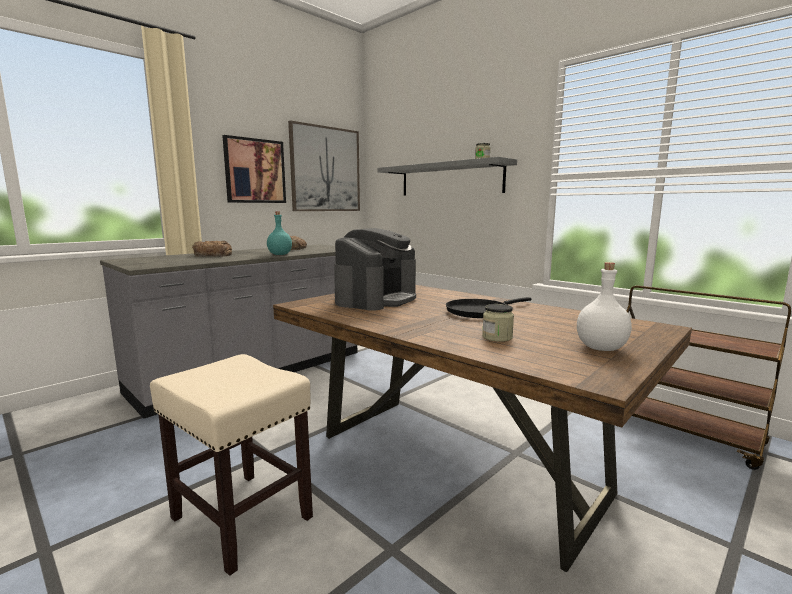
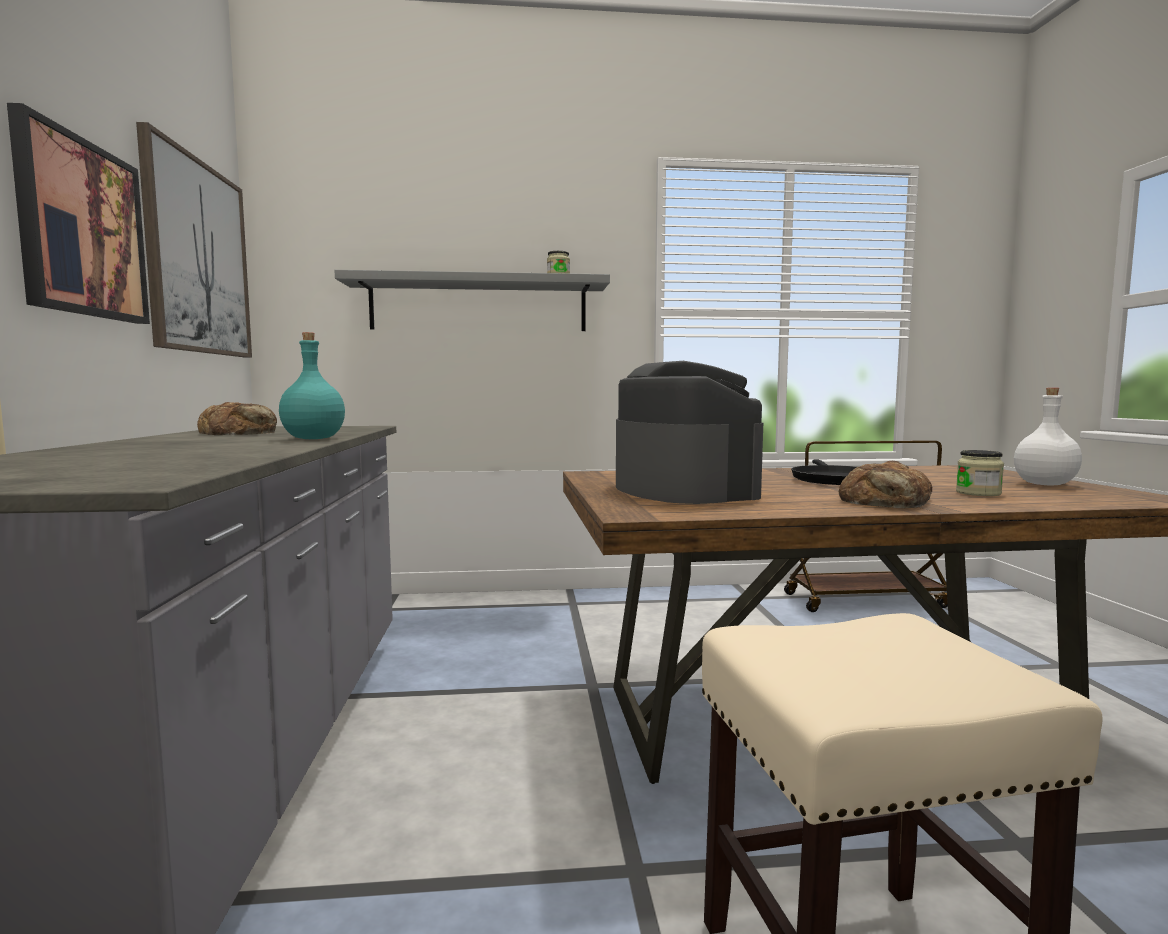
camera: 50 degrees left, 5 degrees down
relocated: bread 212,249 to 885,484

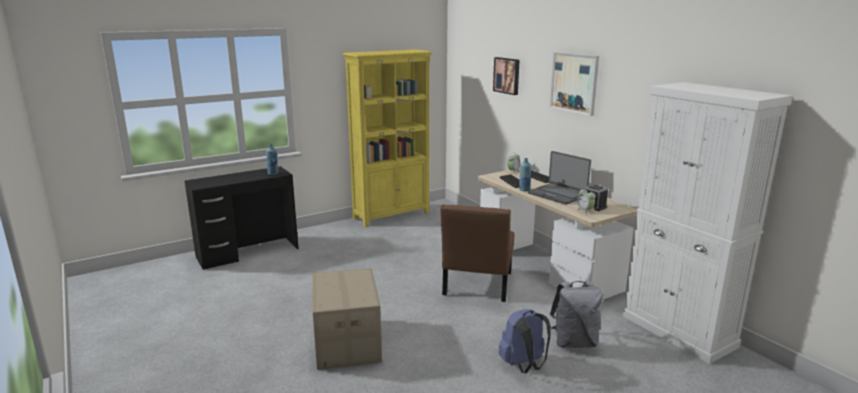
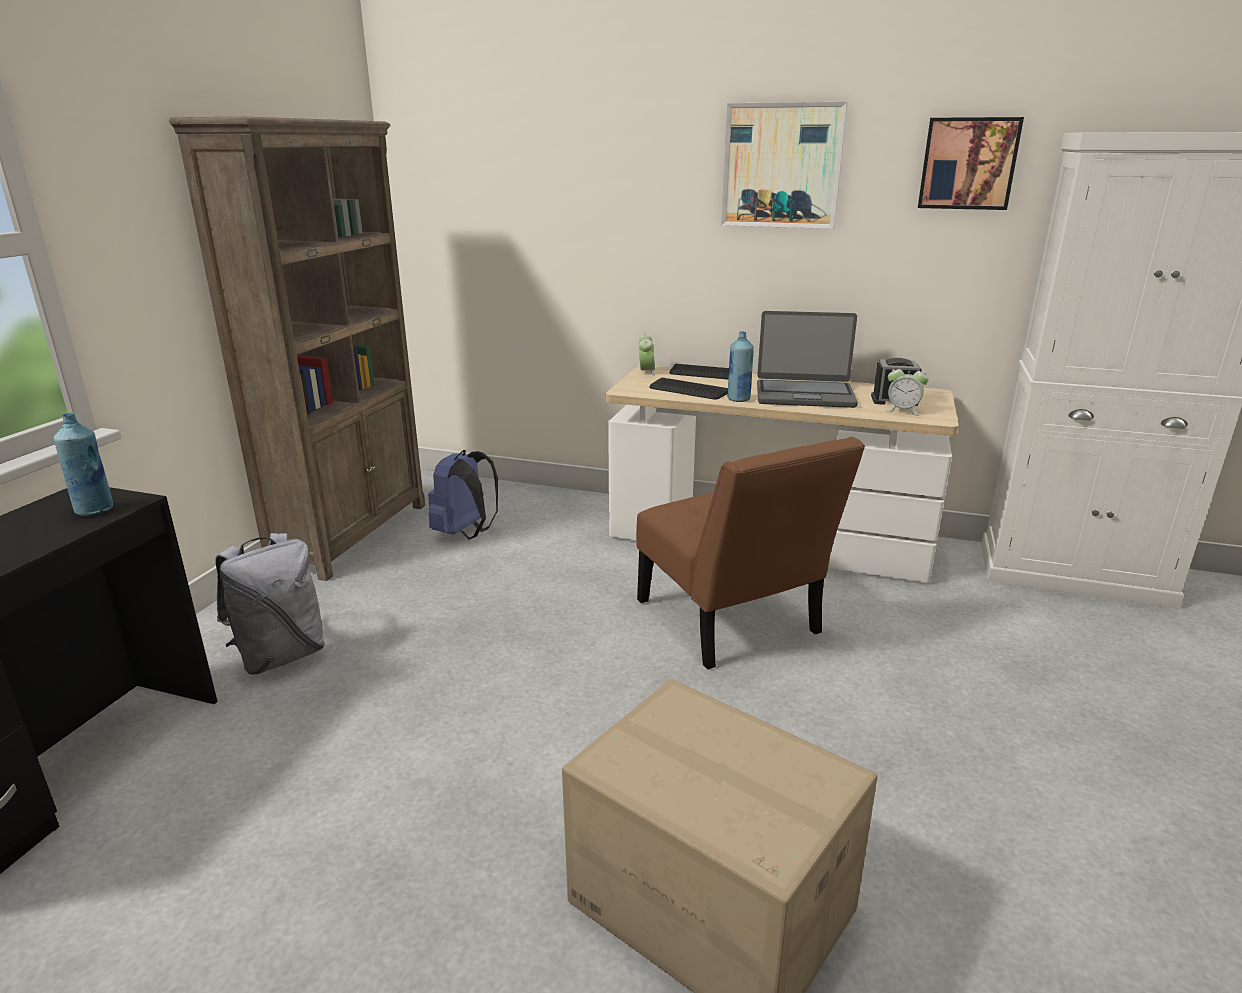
camera: 40 degrees left, 5 degrees up
relocated: picture 506,76 to 971,163; grey backpack 576,314 to 270,604; blue backpack 524,341 to 463,495
colour: yellow bookcase 387,138 to brown bookcase 297,349

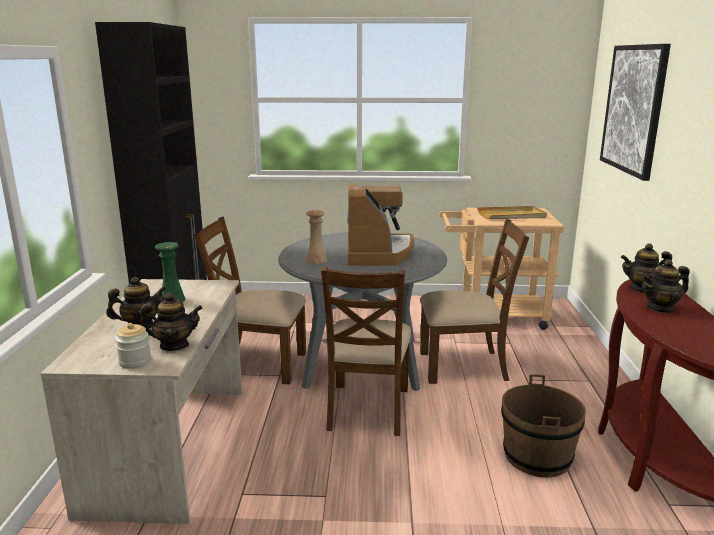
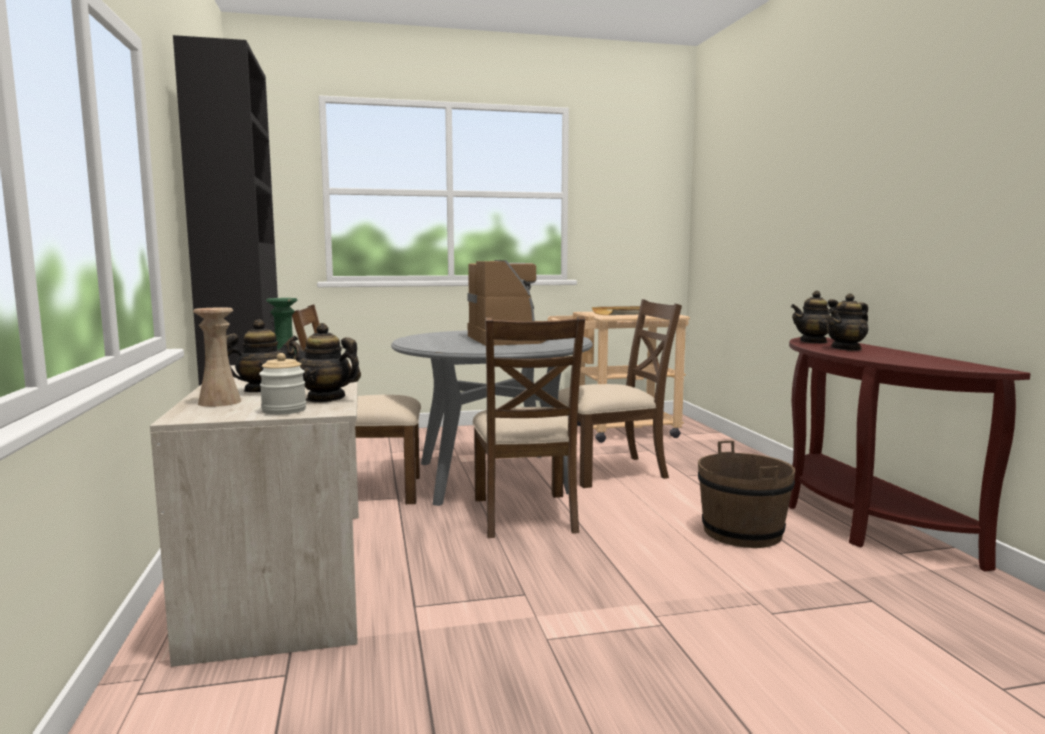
camera: 15 degrees left, 10 degrees down
missing: picture 635,112
relocated: beige vase 316,237 to 217,357
spun: teapot 171,322 = 325,363 135 degrees counterclockwise

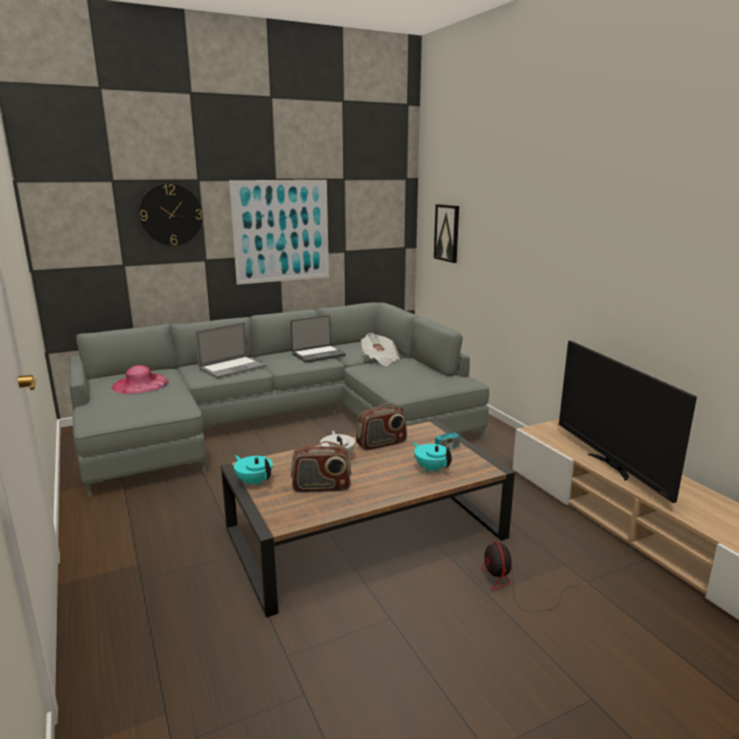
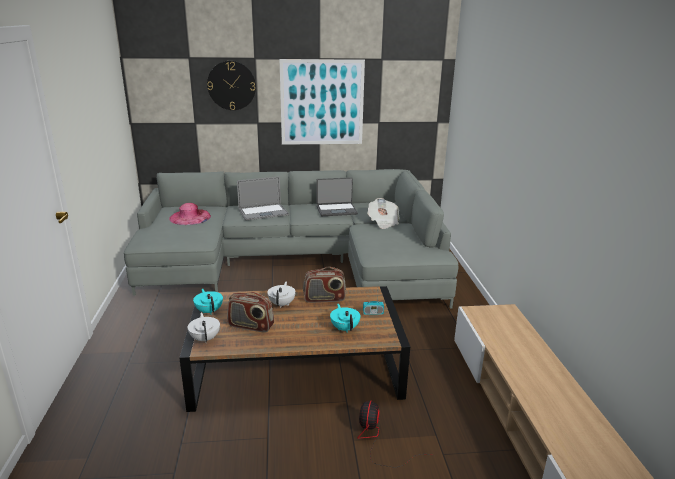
camera: 20 degrees right, 5 degrees up
missing: picture 446,233; television 628,422
appeared: white teapot 204,327

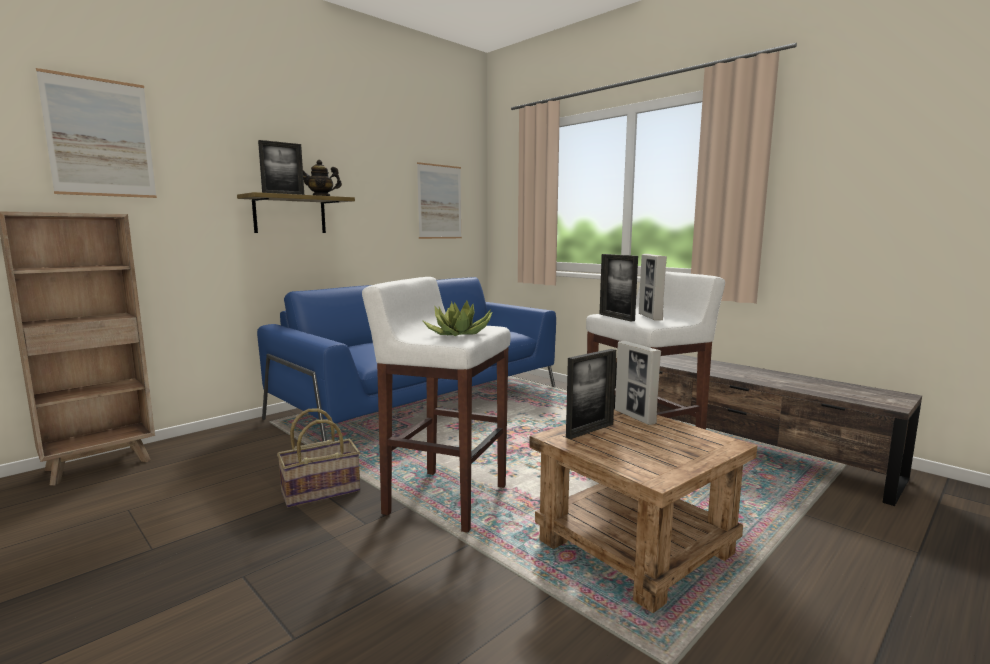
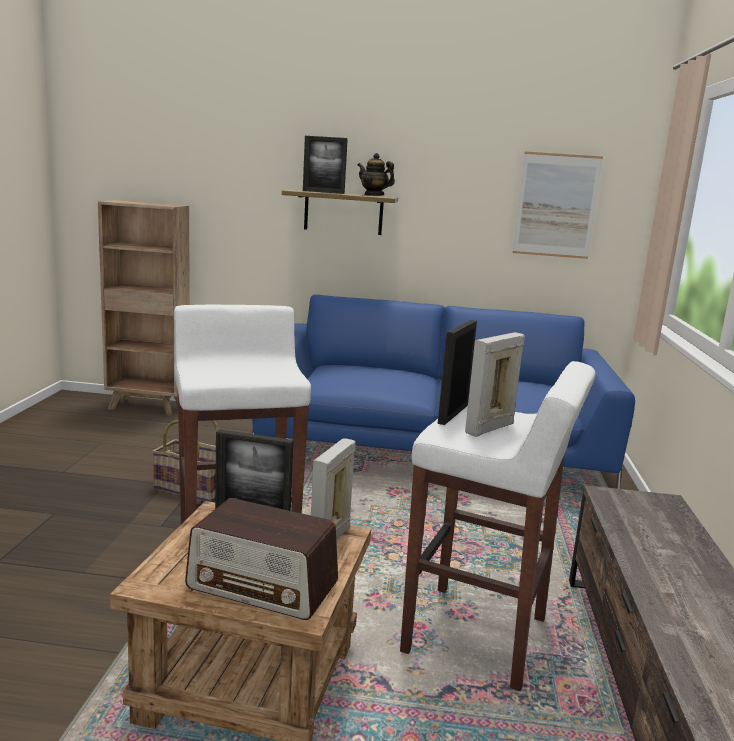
camera: 50 degrees right, 5 degrees up
missing: picture 96,133; potted plant 457,318
appeared: radio 261,559

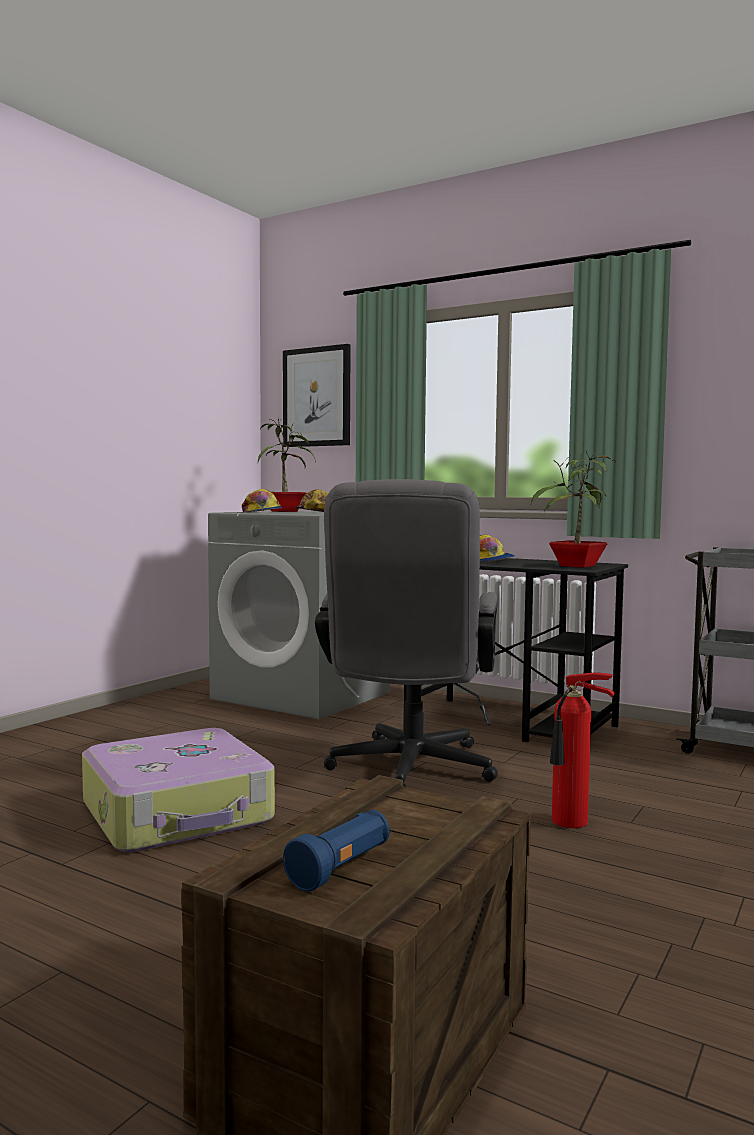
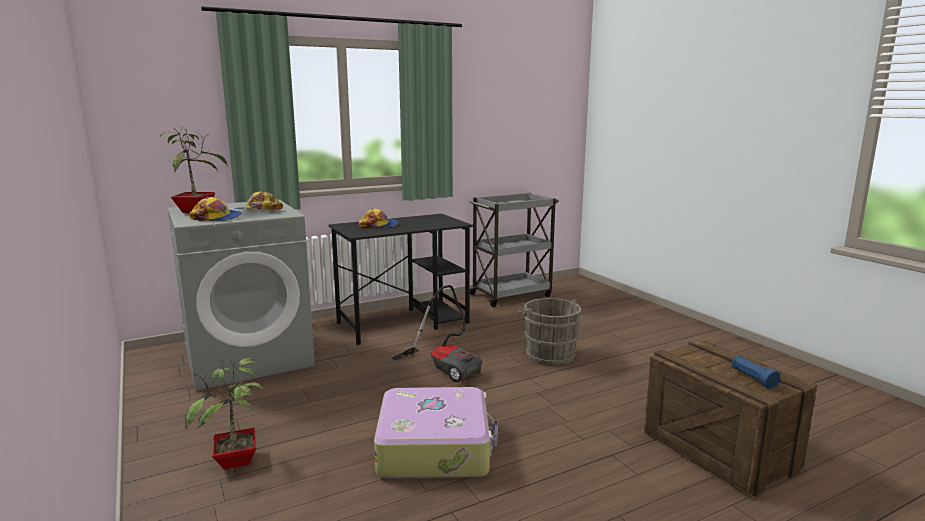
camera: 60 degrees left, 10 degrees up
missing: picture 317,395
relocated: potted plant 573,509 to 224,412
exchanged: grey office chair 406,633 to vacuum cleaner 437,333; fire extinguisher 582,750 to grey bucket 549,332

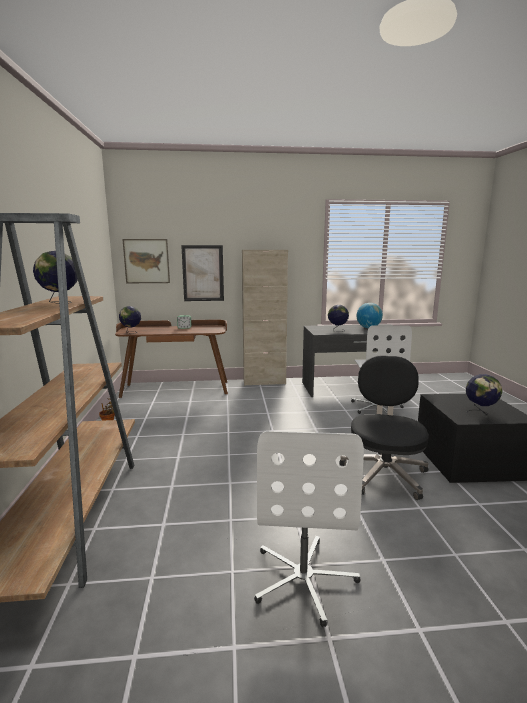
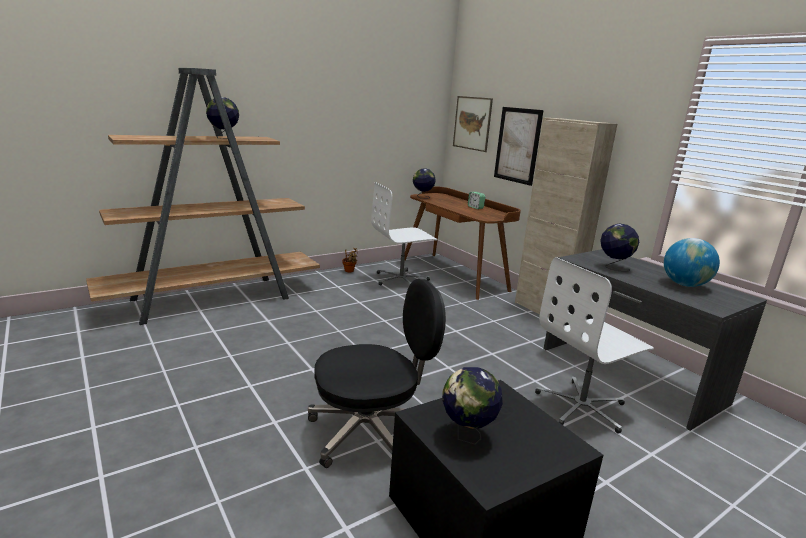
camera: 60 degrees right, 5 degrees up
relocated: white office chair 309,529 to 404,234

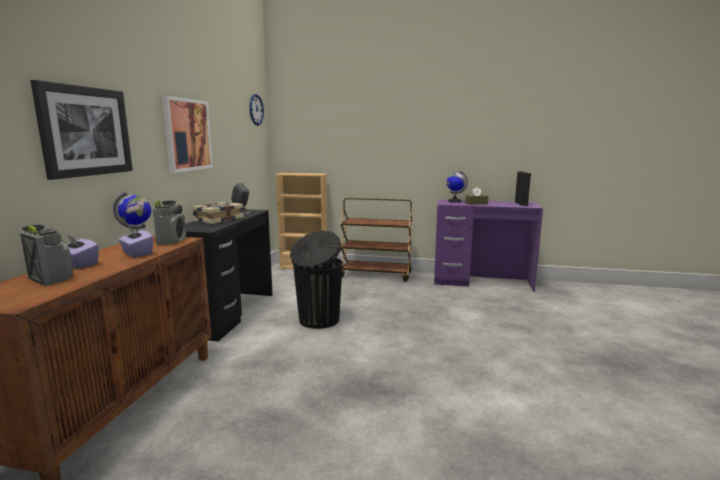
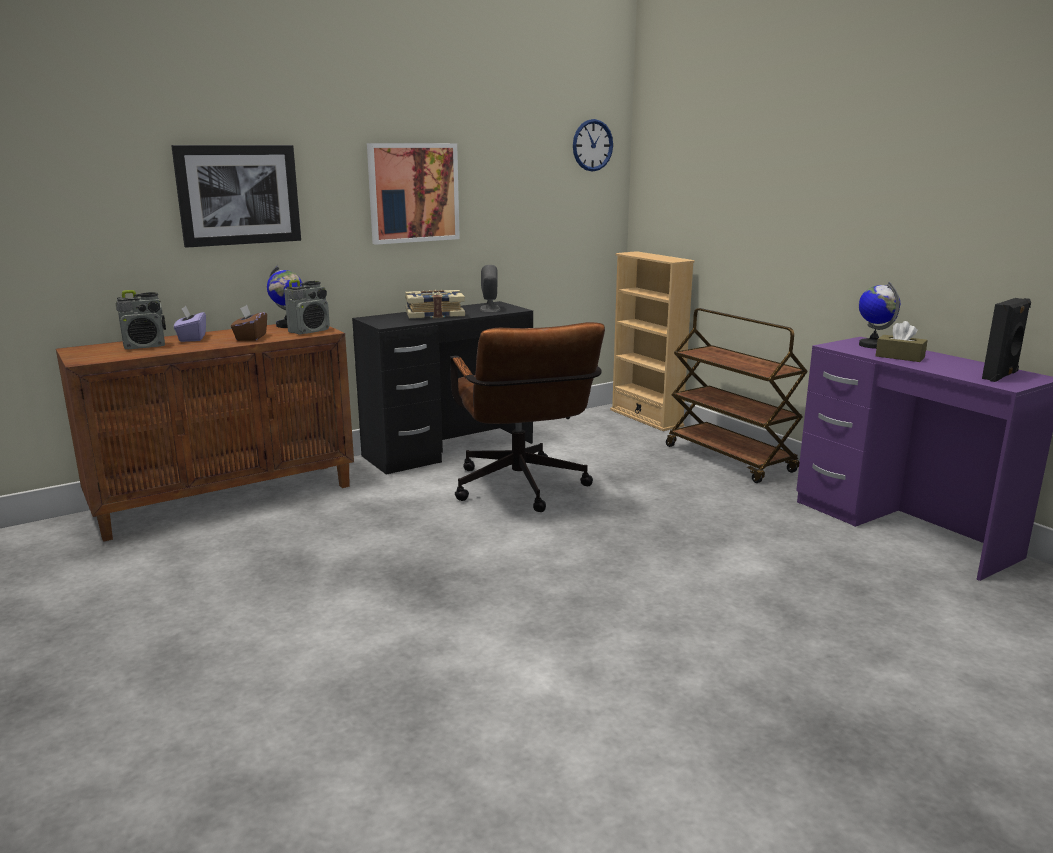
camera: 45 degrees right, 5 degrees up
exchanged: black trash can 316,279 to brown office chair 527,417
colour: purple tissue box 135,241 to brown tissue box 249,323
spun: radio 46,255 = 140,319 75 degrees clockwise

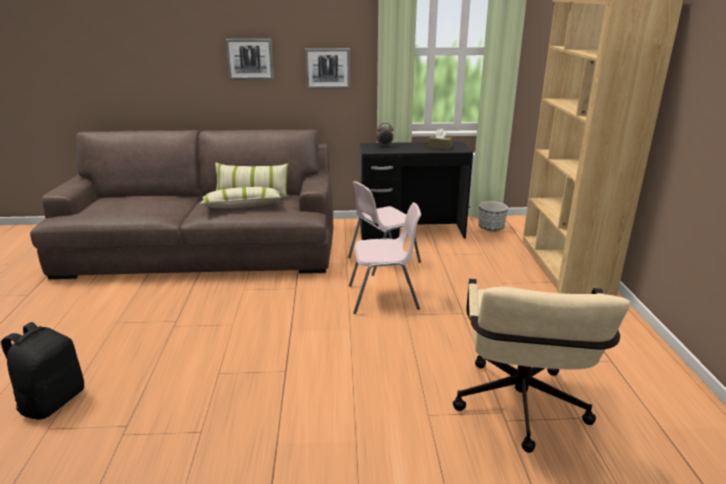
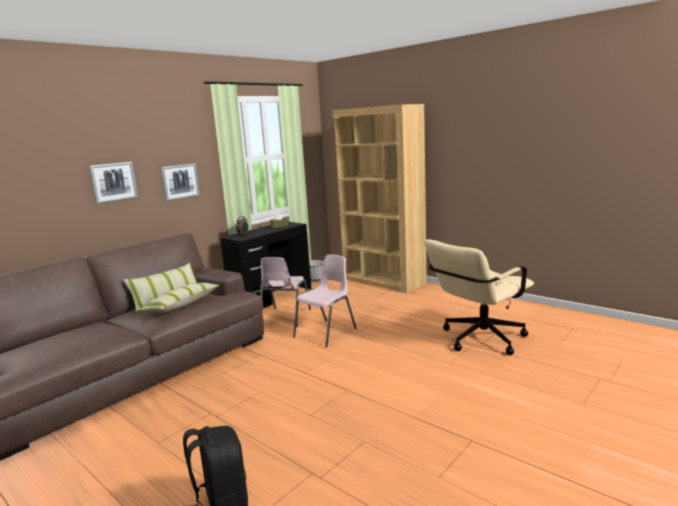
camera: 45 degrees left, 10 degrees down
spun: beige office chair 541,366 = 479,297 90 degrees clockwise

